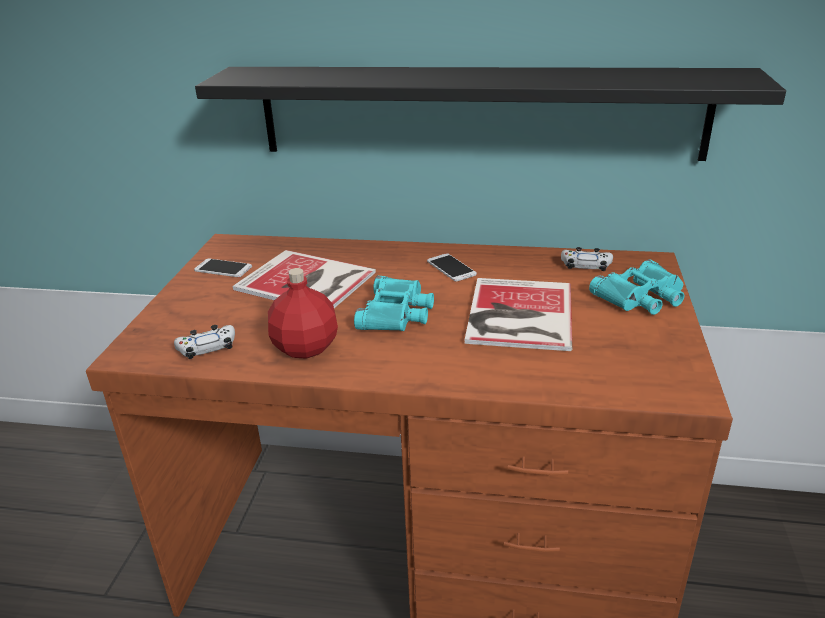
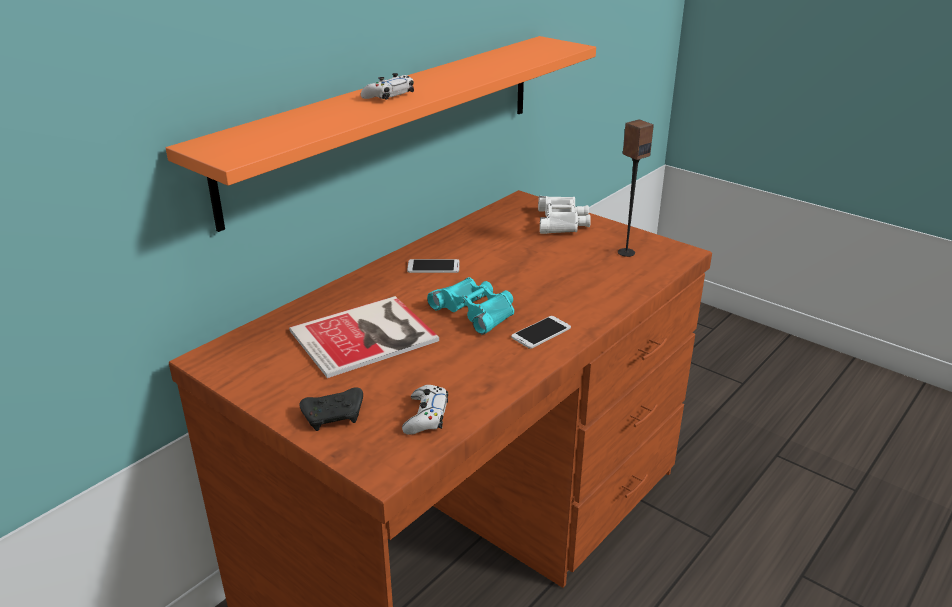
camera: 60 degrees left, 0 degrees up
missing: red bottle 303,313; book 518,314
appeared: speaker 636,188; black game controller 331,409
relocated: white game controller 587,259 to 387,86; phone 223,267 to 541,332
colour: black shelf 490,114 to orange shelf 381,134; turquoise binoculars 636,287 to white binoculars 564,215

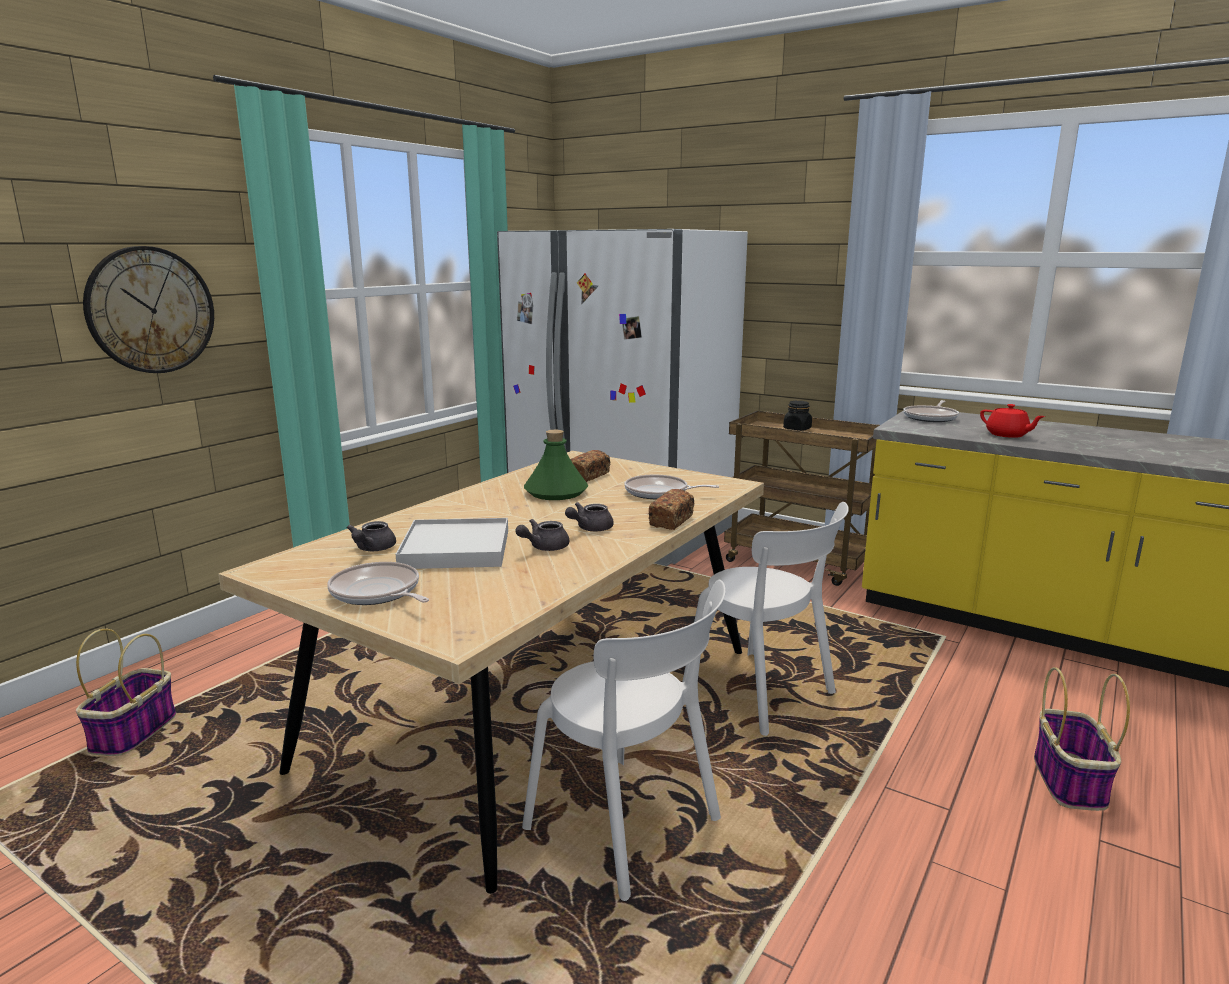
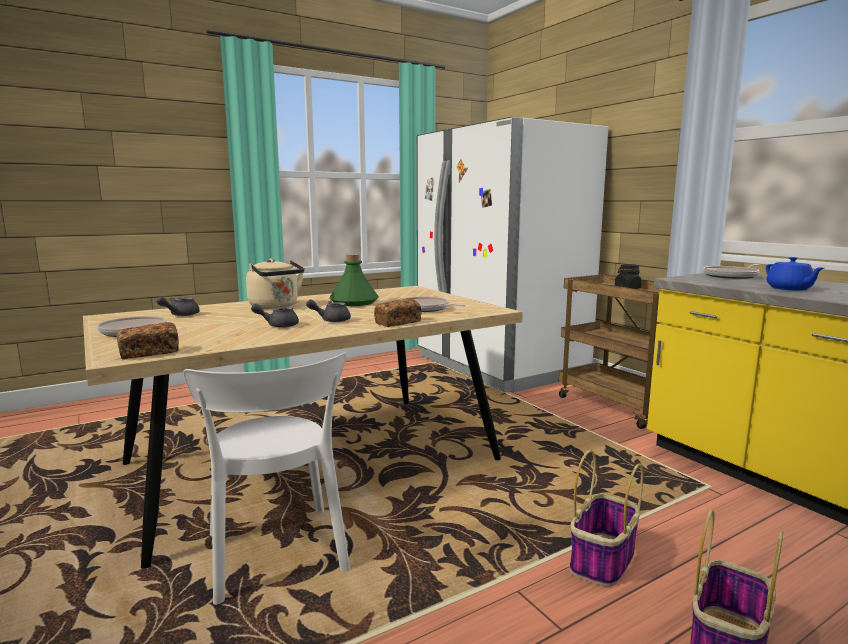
camera: 25 degrees right, 5 degrees down
missing: wall clock 148,309; white chair 765,619; white tray 452,543
appeared: beige kettle 275,283
relocated: bread 590,466 to 147,341; basket 126,692 to 606,518
colour: red teapot 1012,421 to blue teapot 795,274

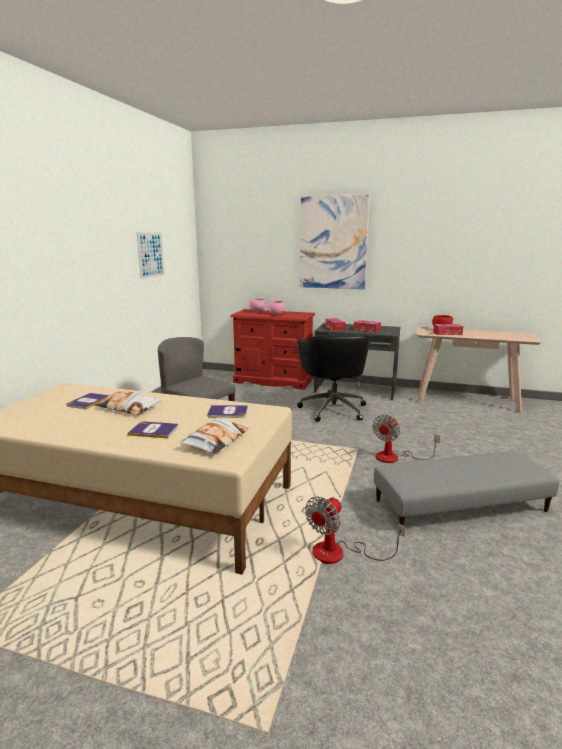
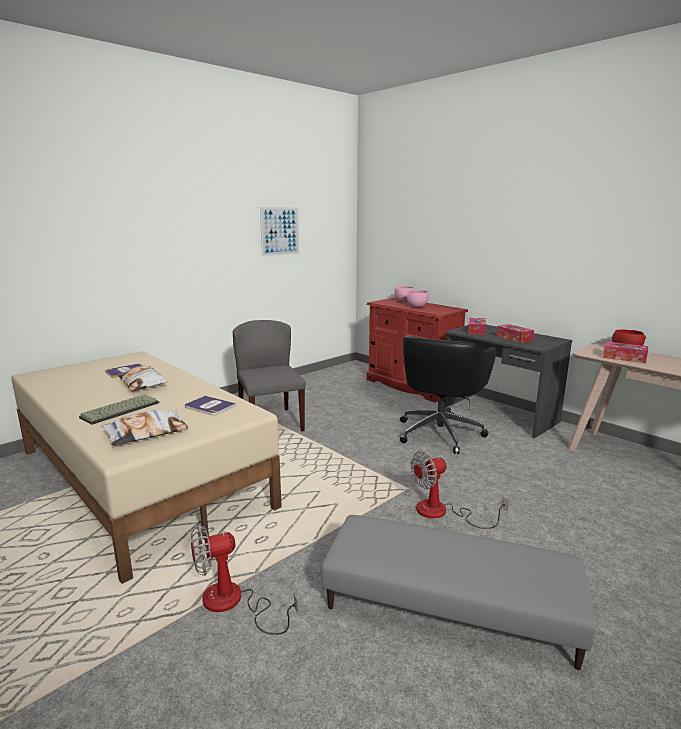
camera: 30 degrees right, 0 degrees up
missing: picture 335,241
exchanged: book 152,429 to keyboard 119,409

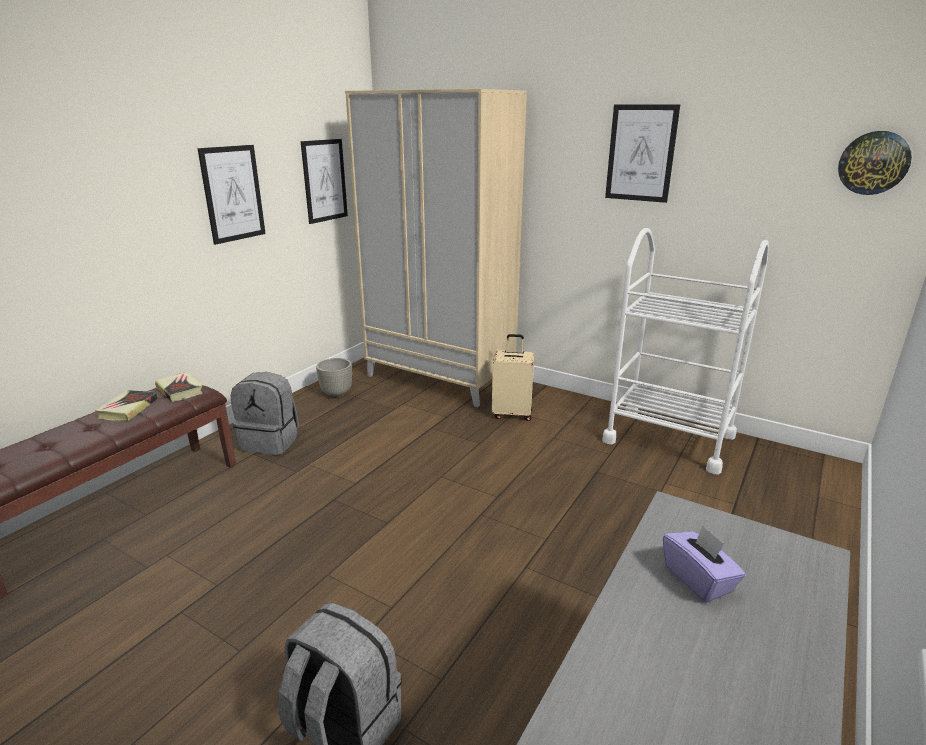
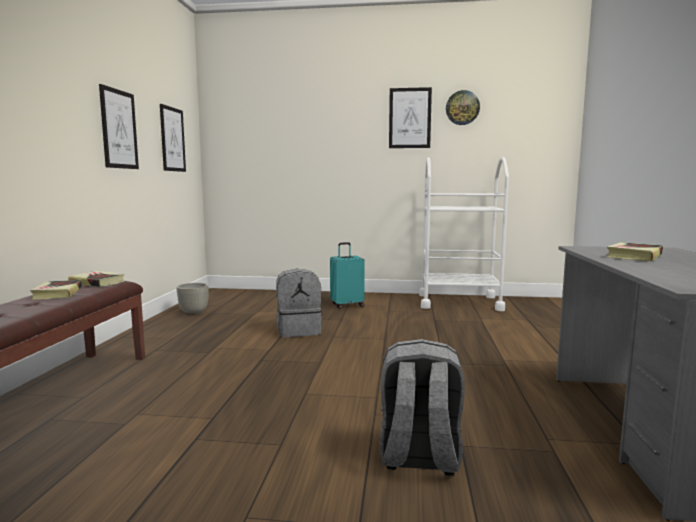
camera: 25 degrees left, 15 degrees down
missing: beige wardrobe 436,248
relocated: wall clock 875,163 to 463,107; grey backpack 265,413 to 299,303
exchanged: purple tissue box 704,564 to book 635,251
colour: beige suitcase 513,377 to turquoise suitcase 347,275

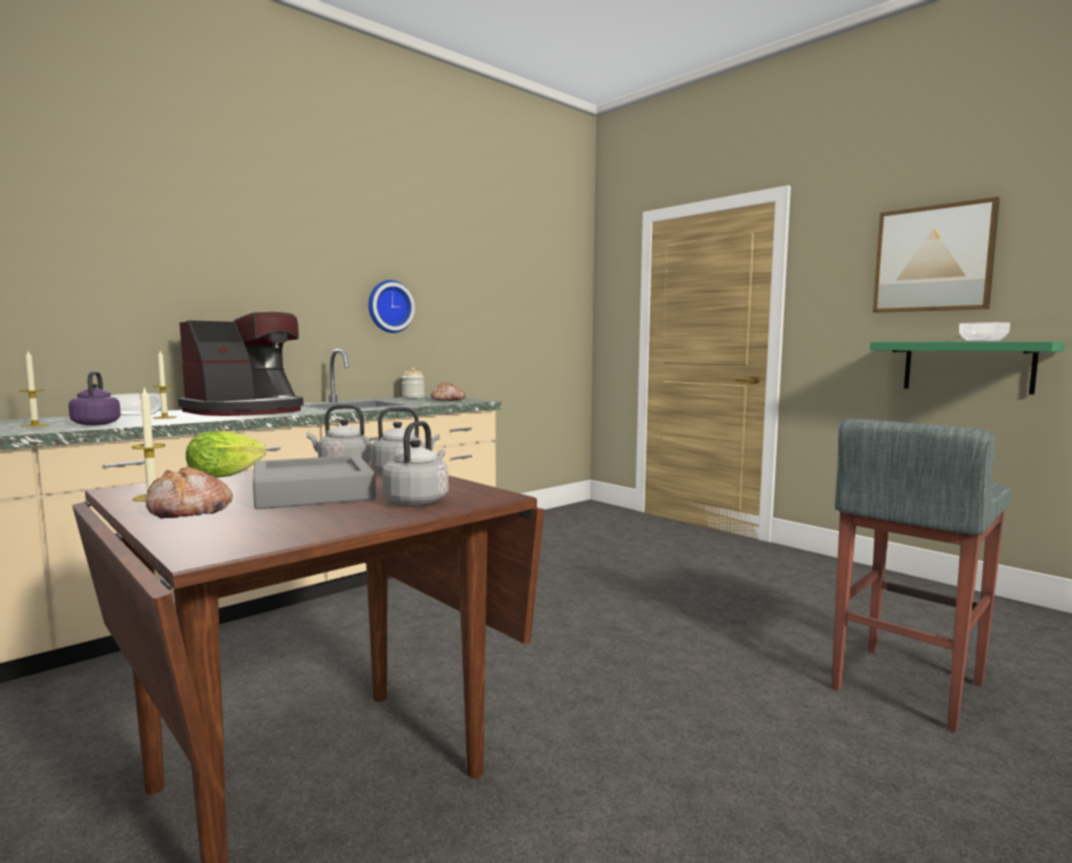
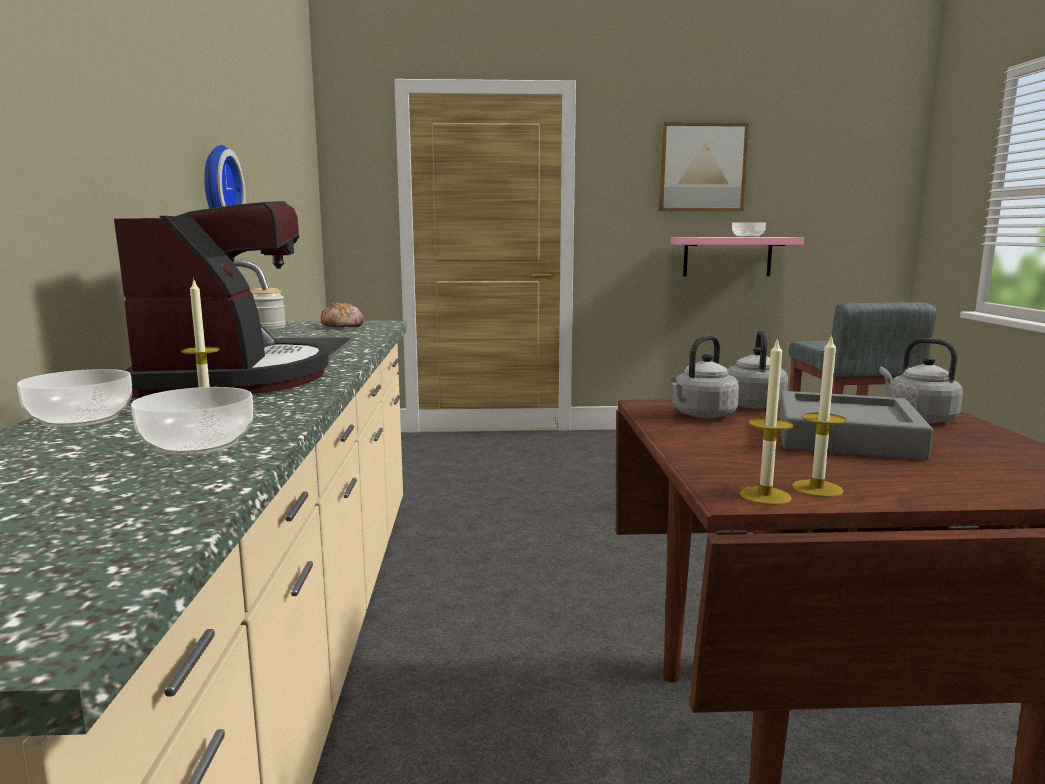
camera: 50 degrees left, 5 degrees up
missing: lettuce 226,454; bread 189,492
relocated: candle 34,389 to 767,421
exchanged: purple kettle 95,398 to bowl 192,421
colour: green shelf 967,368 to pink shelf 737,256

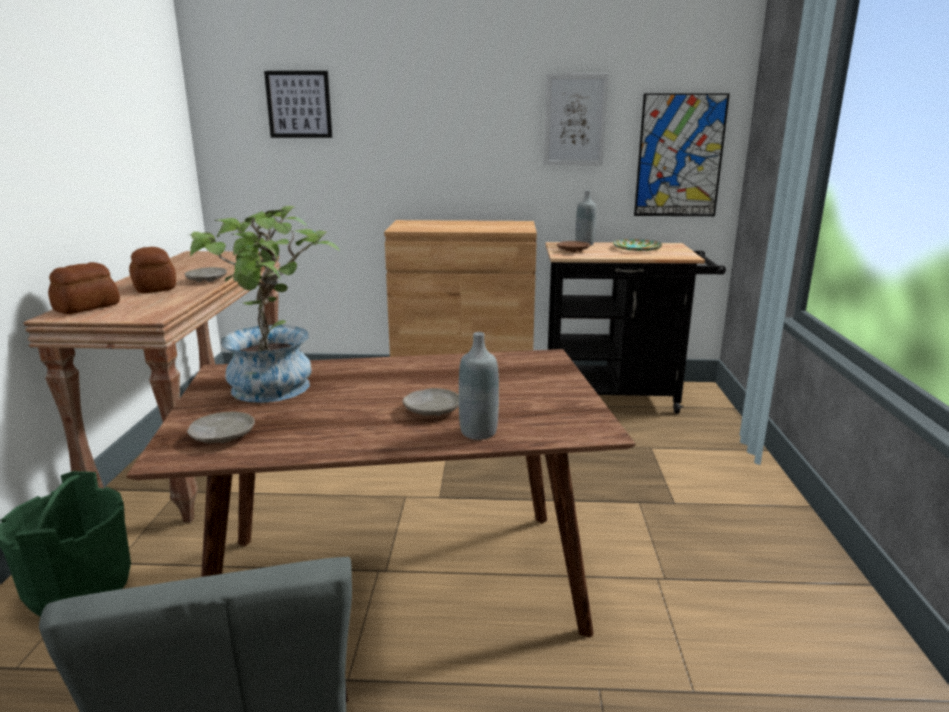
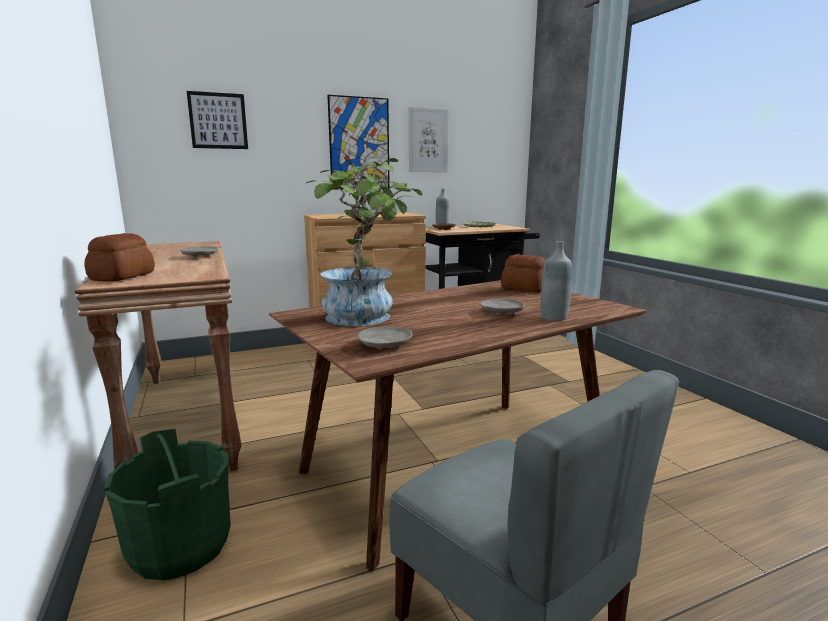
camera: 25 degrees left, 5 degrees down
relocated: picture 682,154 to 358,142; bread 152,270 to 523,273

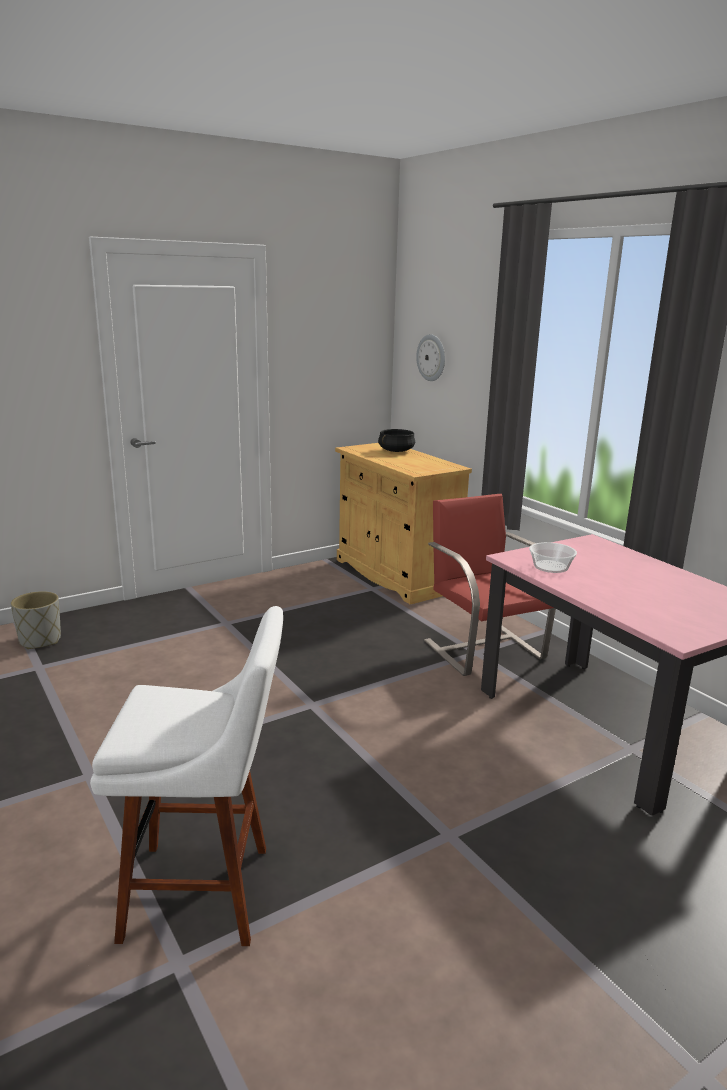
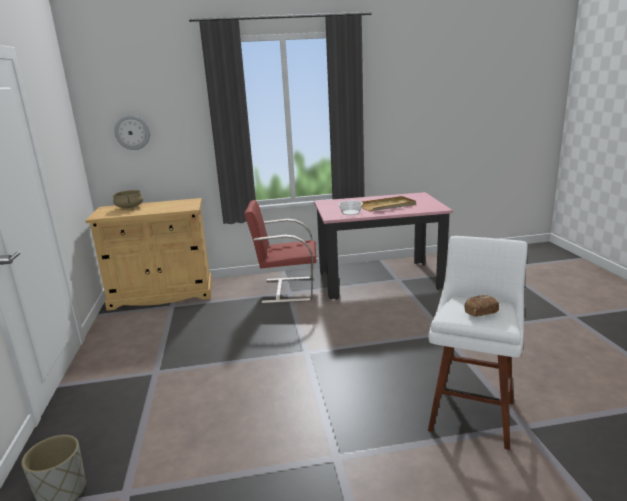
camera: 65 degrees left, 0 degrees up
appeared: beige tray 388,203; bread 481,306
colour: black cooking pot 396,440 to beige cooking pot 128,199

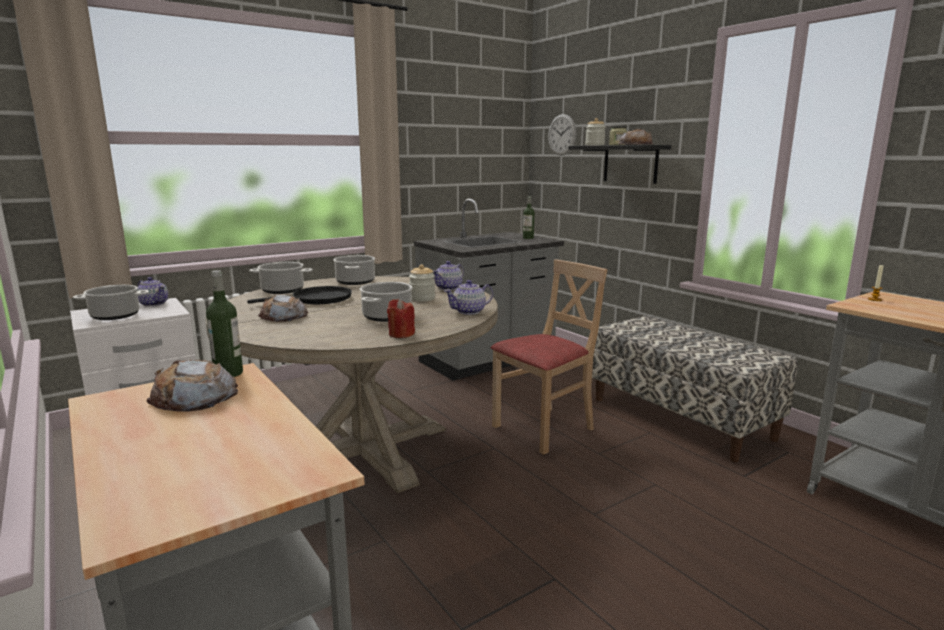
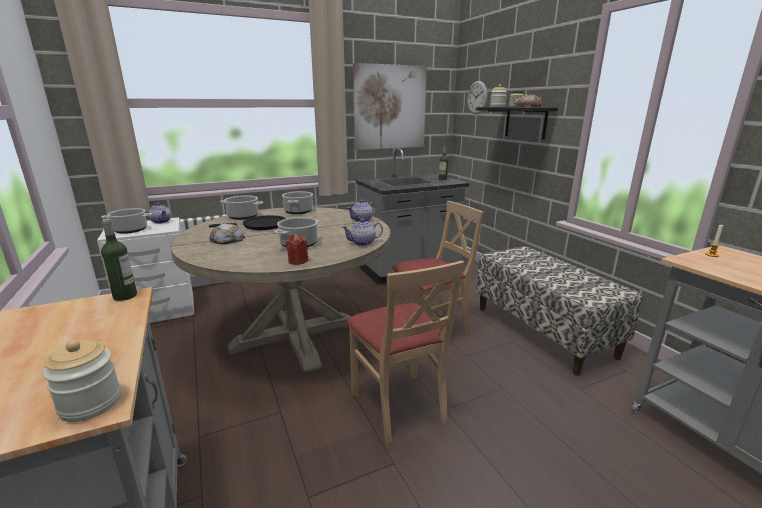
camera: 10 degrees right, 5 degrees up
missing: bread 192,386
appeared: picture 390,106; beige chair 405,352
relocated: jar 422,283 to 82,381

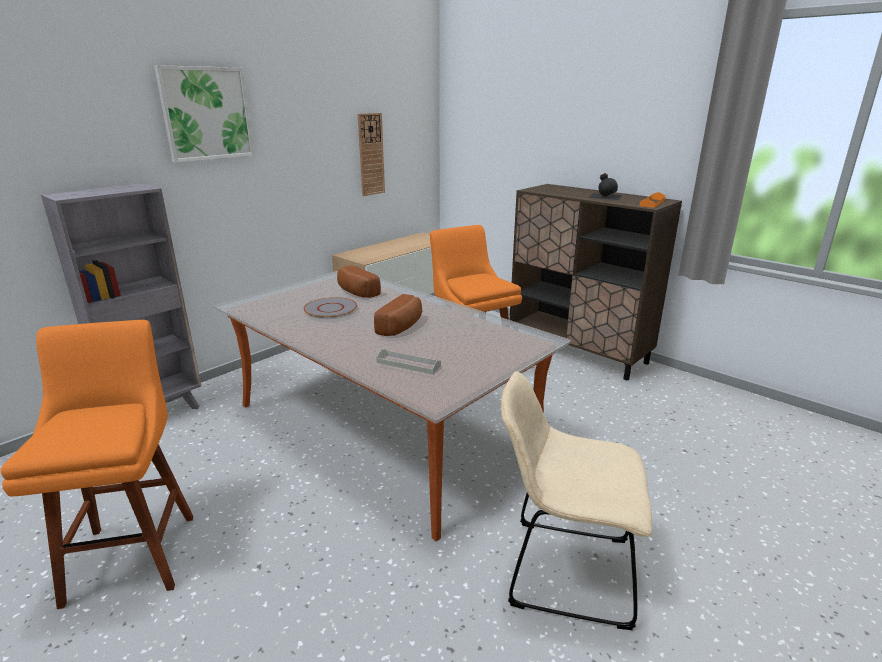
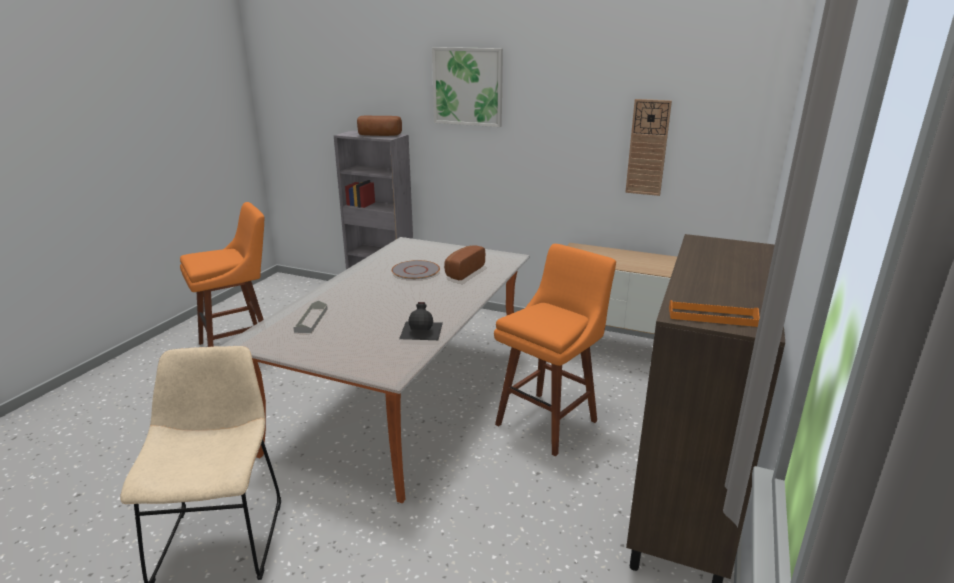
camera: 70 degrees right, 0 degrees up
relocated: black bottle 605,186 to 421,321; bread 398,315 to 379,126

